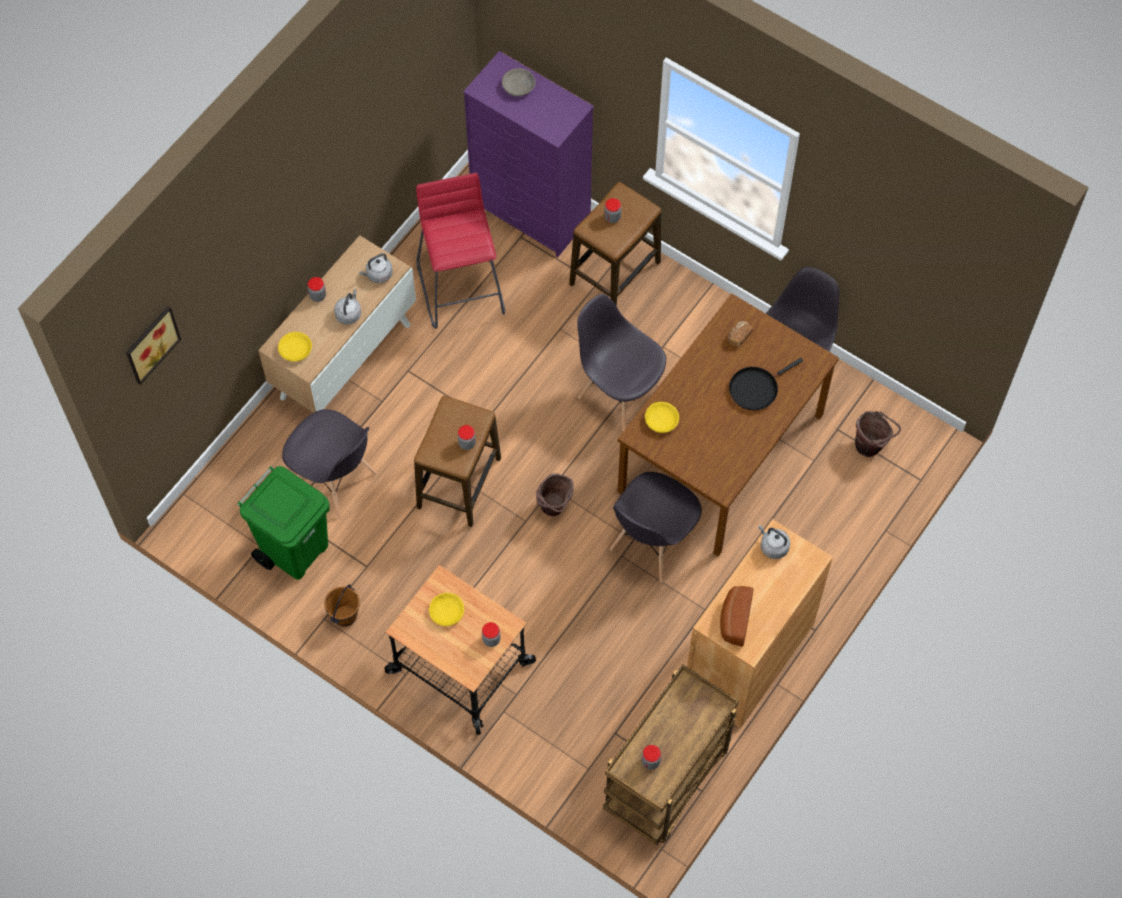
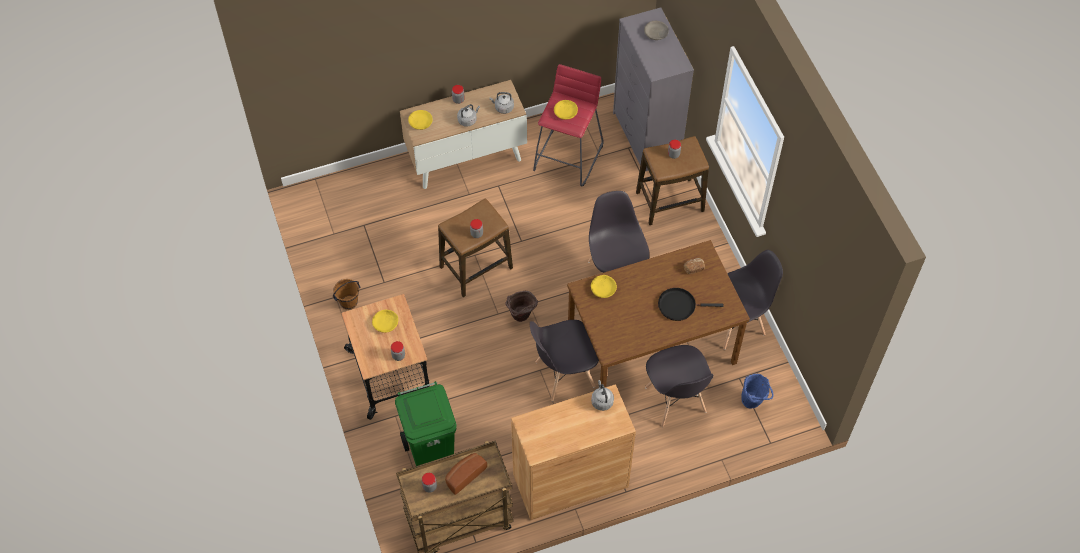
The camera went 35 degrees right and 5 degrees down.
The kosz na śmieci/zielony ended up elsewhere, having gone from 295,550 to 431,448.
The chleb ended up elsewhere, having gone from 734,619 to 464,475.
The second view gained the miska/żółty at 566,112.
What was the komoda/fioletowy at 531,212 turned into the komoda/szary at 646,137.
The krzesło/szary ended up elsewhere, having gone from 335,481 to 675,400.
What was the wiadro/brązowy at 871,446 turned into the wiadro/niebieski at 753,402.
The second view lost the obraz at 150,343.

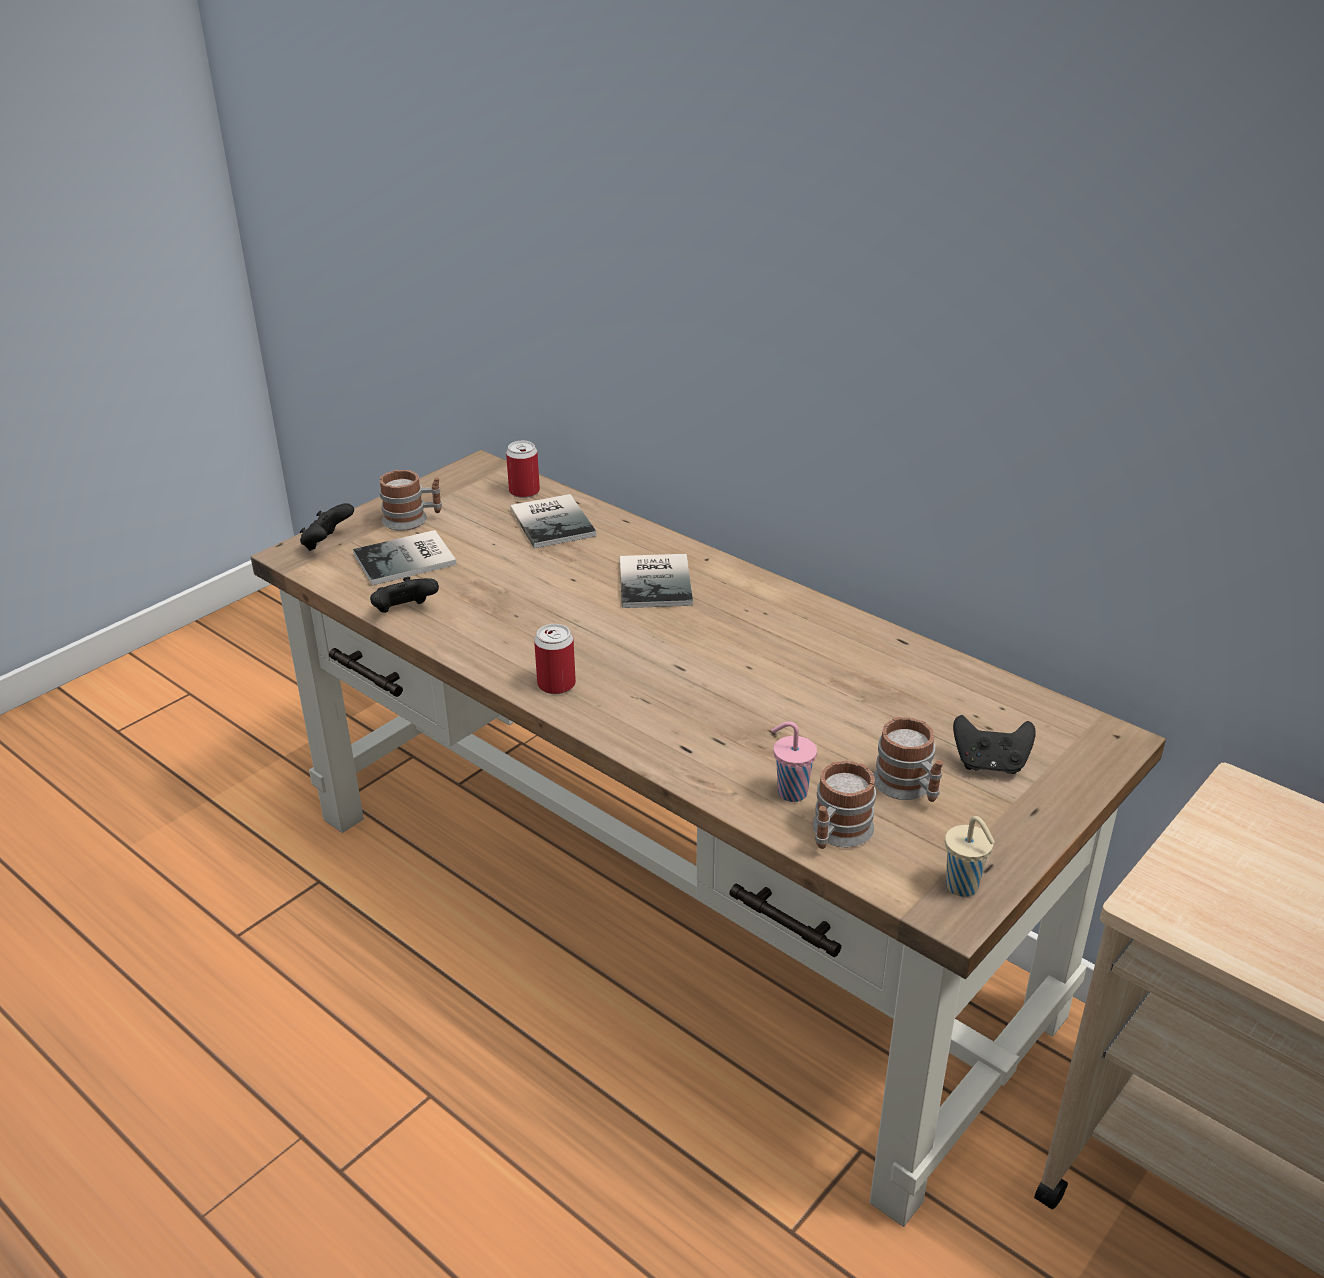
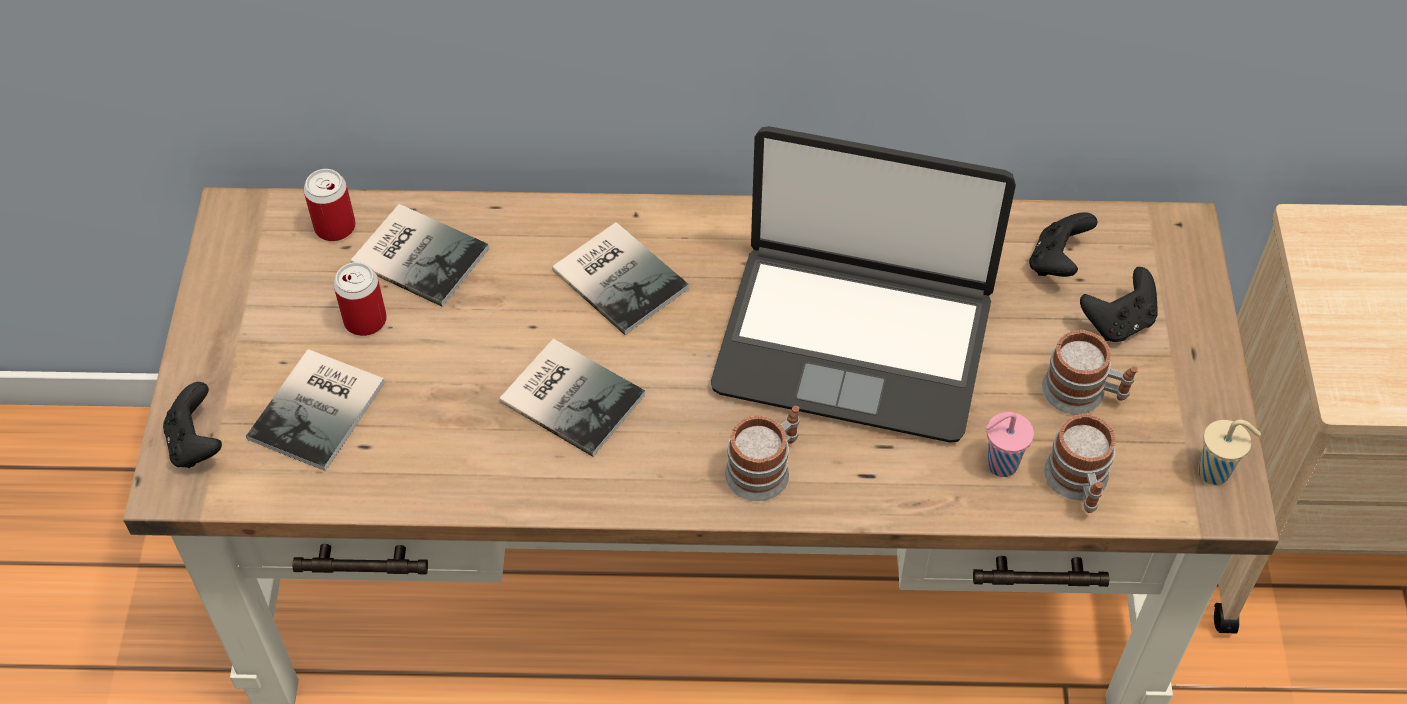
The camera went 40 degrees left and 20 degrees up.
The puszka ended up elsewhere, having gone from 556,684 to 365,320.
The second view gained the książka at 572,394.
The second view gained the laptop at 853,341.
The kubek ended up elsewhere, having gone from 412,520 to 765,468.
The pad do gier/czarny ended up elsewhere, having gone from 404,612 to 1057,262.

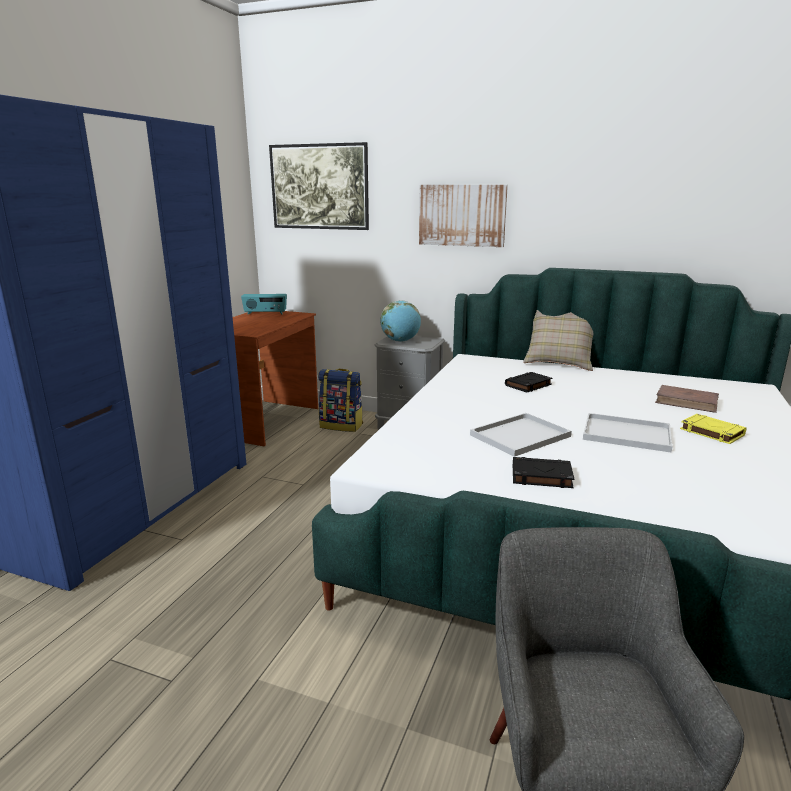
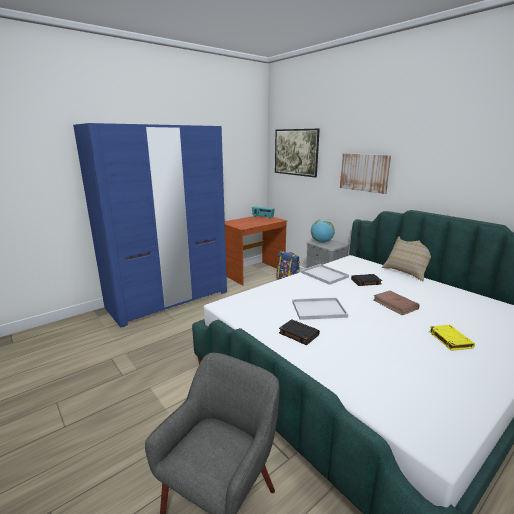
The camera went 30 degrees right and 0 degrees up.
The taca/biały ended up elsewhere, having gone from 628,434 to 325,275.
The książka/brązowy ended up elsewhere, having gone from 687,402 to 395,304.

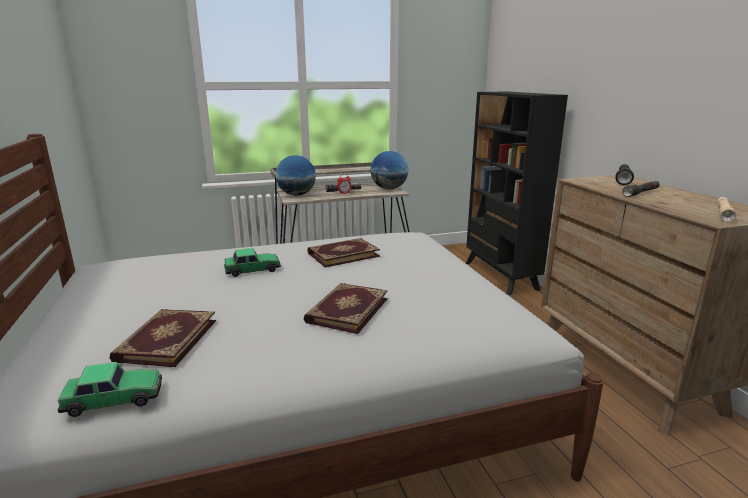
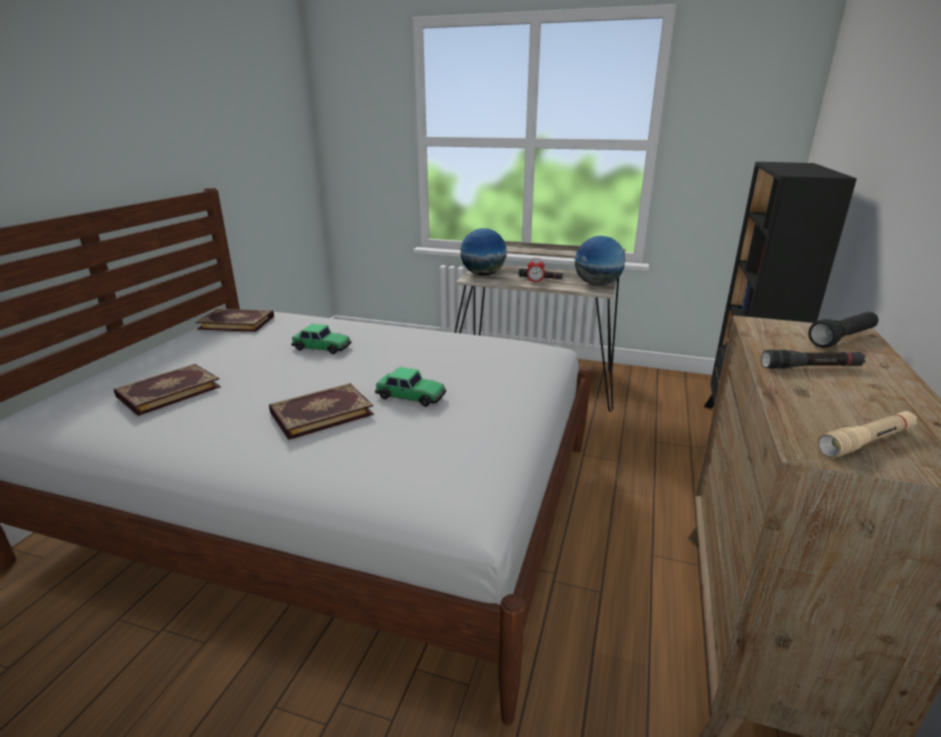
The camera went 35 degrees right and 5 degrees up.
The książka ended up elsewhere, having gone from 343,254 to 237,322.
The samochodzik ended up elsewhere, having gone from 114,399 to 411,396.

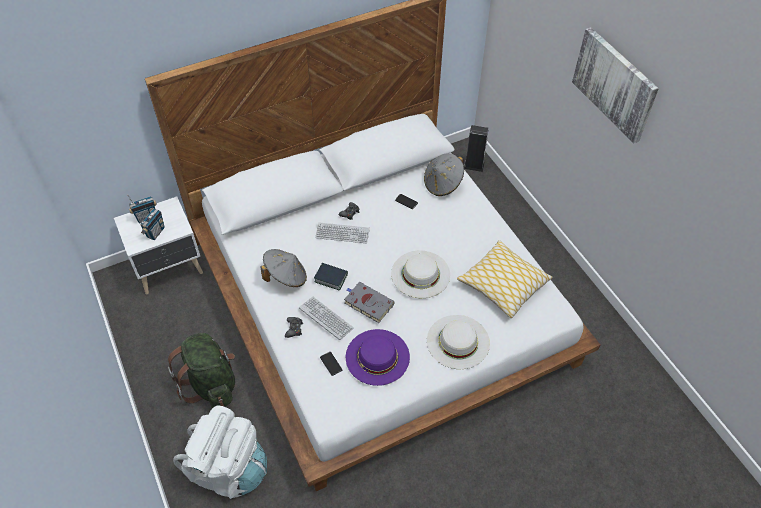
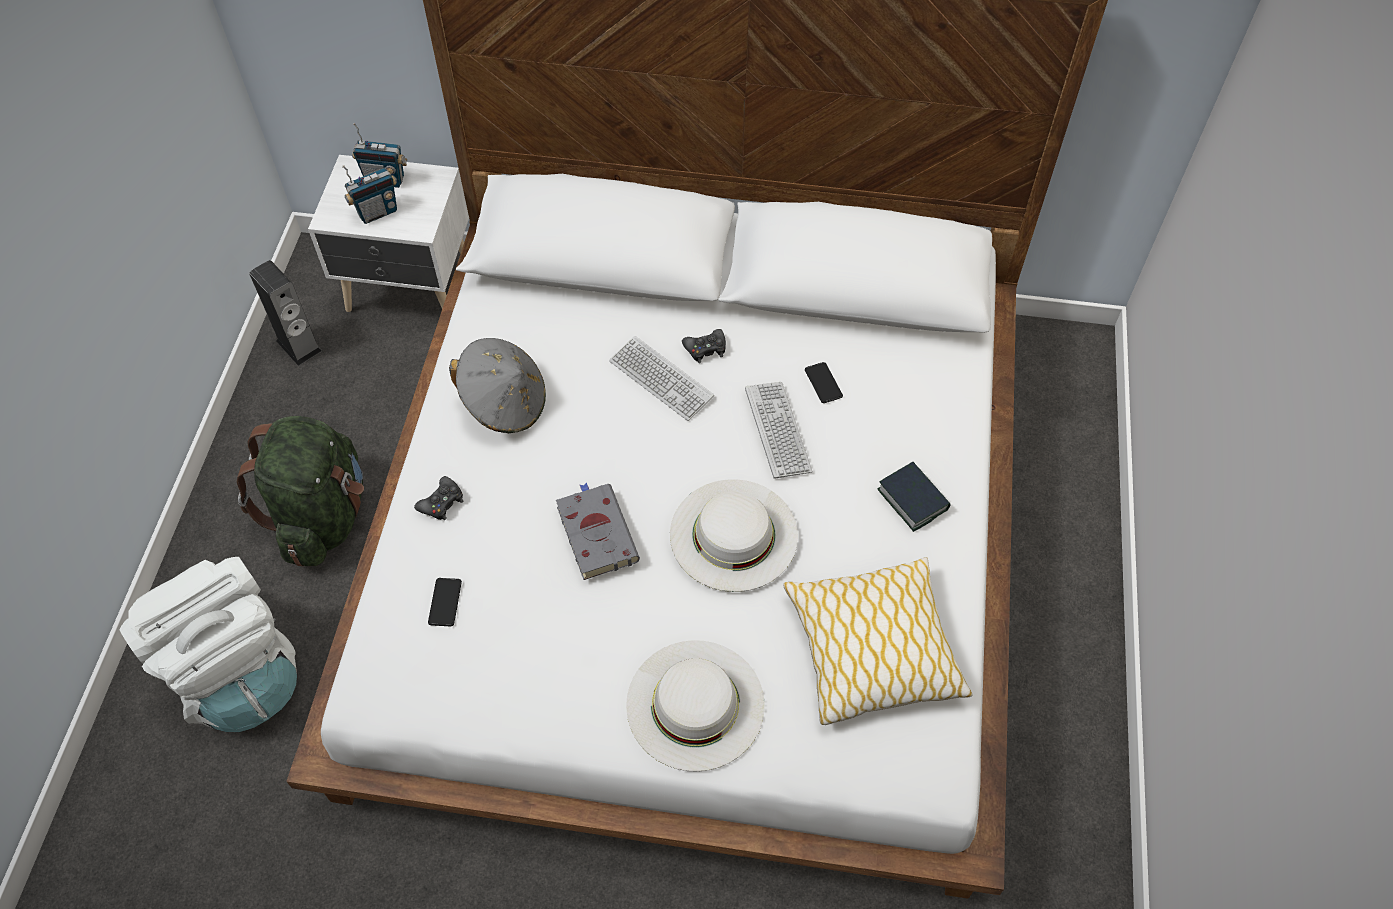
The camera went 35 degrees right and 5 degrees up.
The głośnik ended up elsewhere, having gone from 474,165 to 299,345.
The klawiatura ended up elsewhere, having gone from 326,318 to 778,430.
The książka ended up elsewhere, having gone from 331,278 to 912,499.
The second view lost the kapelusz/fioletowy at 377,357.
The second view lost the kapelusz/szary at 443,184.
The second view lost the obraz at 615,84.

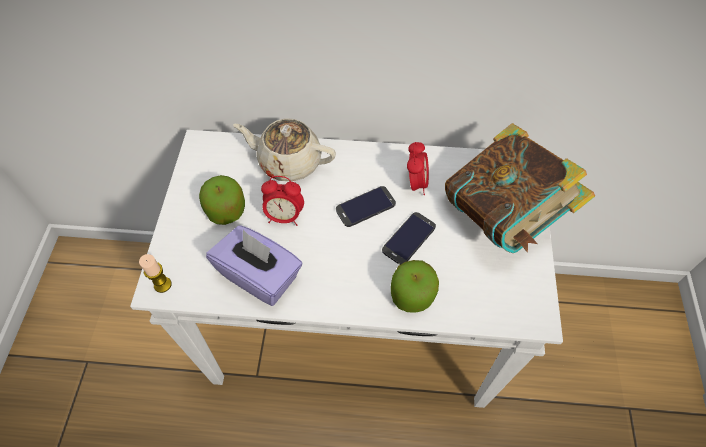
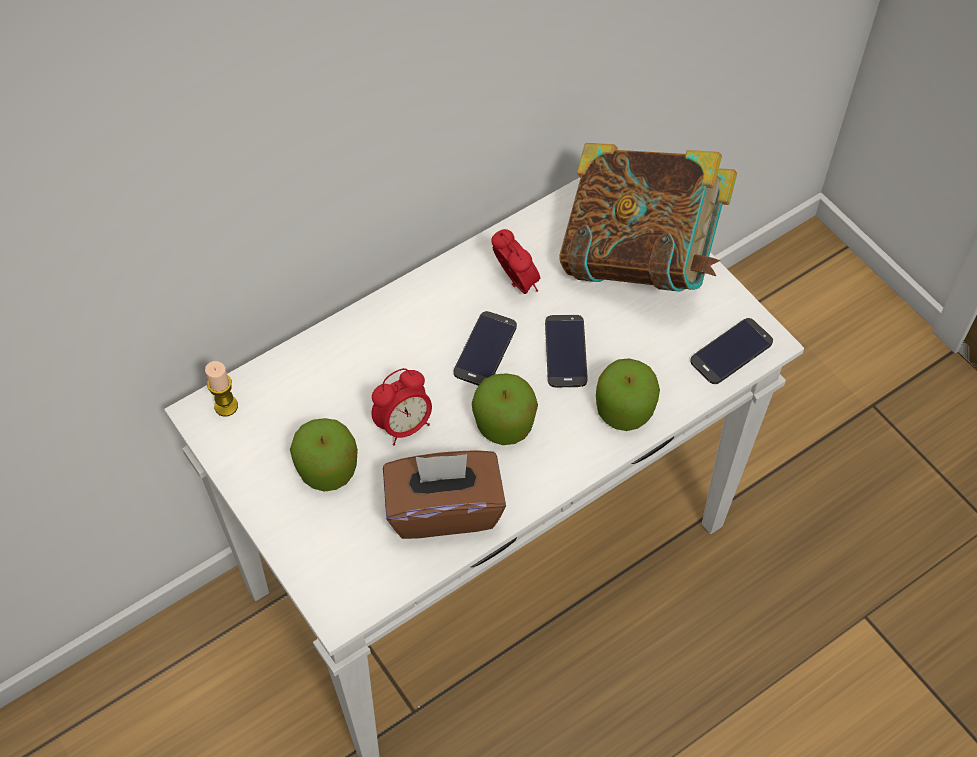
The camera went 40 degrees left and 0 degrees up.
The świeca ended up elsewhere, having gone from 162,284 to 226,406.
What was the pudełko chusteczek/fioletowy at 260,276 turned into the pudełko chusteczek/brązowy at 444,509.
The second view gained the jabłko at 504,423.
The second view gained the telefon at 731,351.
The second view lost the imbryk/beżowy at 288,162.

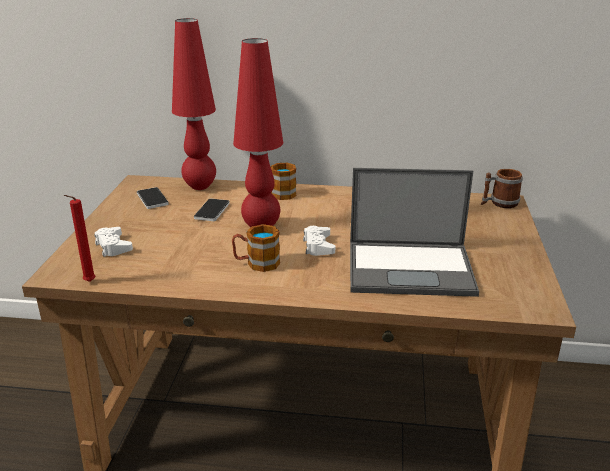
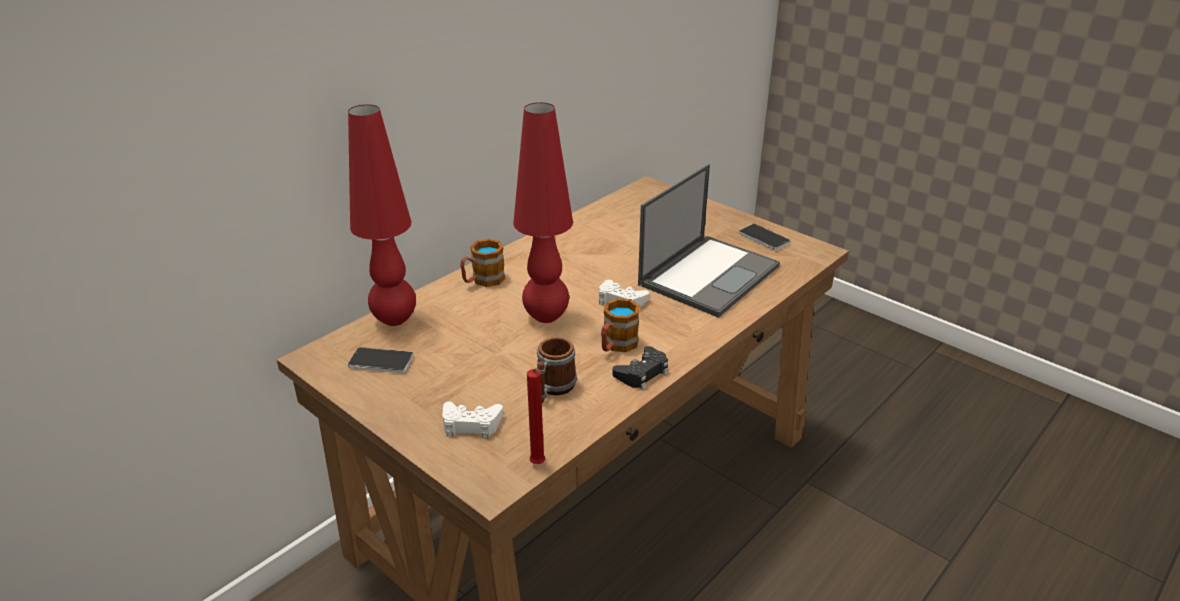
The camera went 55 degrees left and 5 degrees up.
The kubek ended up elsewhere, having gone from 499,203 to 553,389.
The second view gained the pad do gier/czarny at 642,373.
The telefon ended up elsewhere, having gone from 212,211 to 764,238.

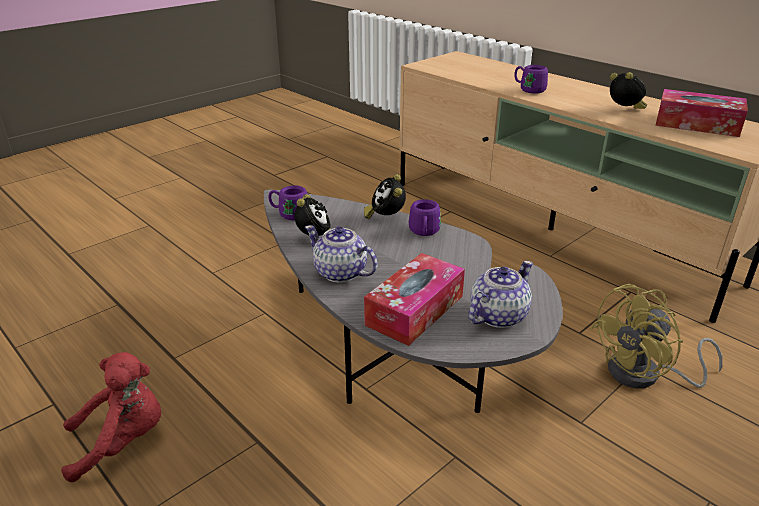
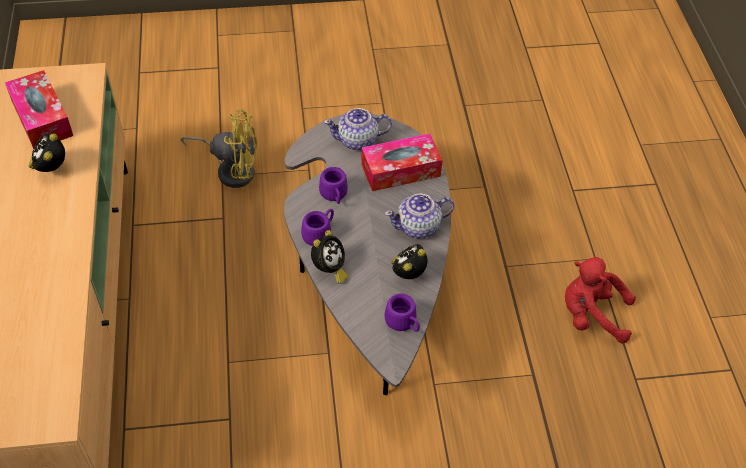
The camera went 145 degrees left and 20 degrees up.
The kubek/fioletowy ended up elsewhere, having gone from 528,90 to 334,196.
The imbryk at 340,273 ended up facing another way, 90 degrees clockwise from before.

